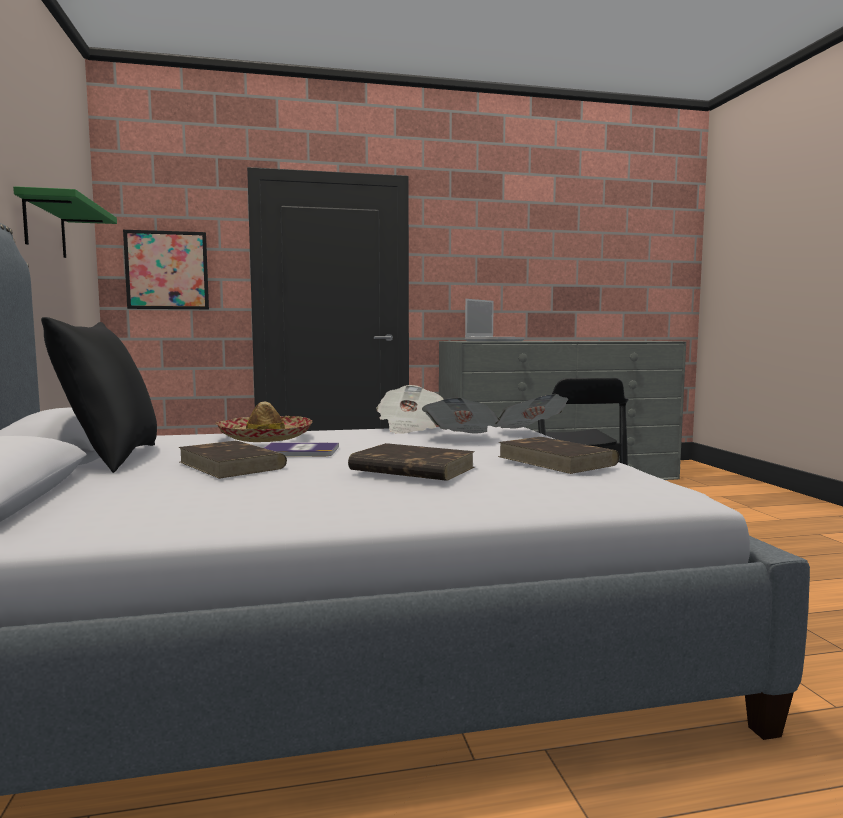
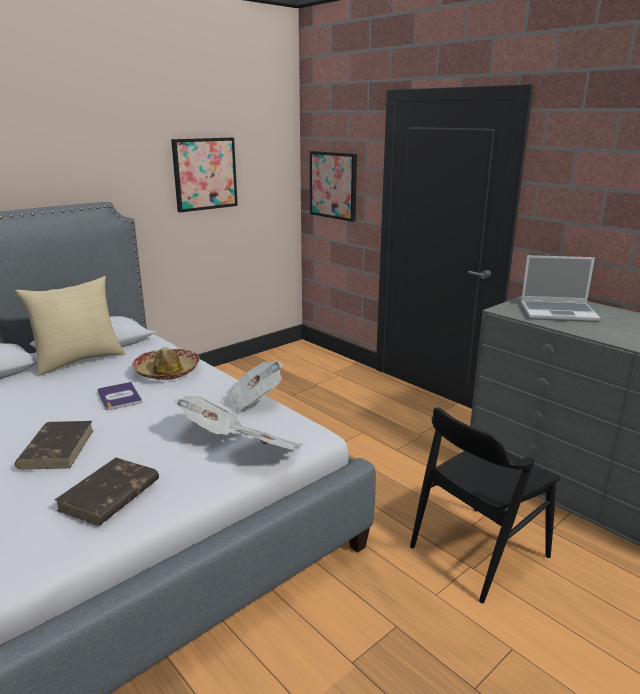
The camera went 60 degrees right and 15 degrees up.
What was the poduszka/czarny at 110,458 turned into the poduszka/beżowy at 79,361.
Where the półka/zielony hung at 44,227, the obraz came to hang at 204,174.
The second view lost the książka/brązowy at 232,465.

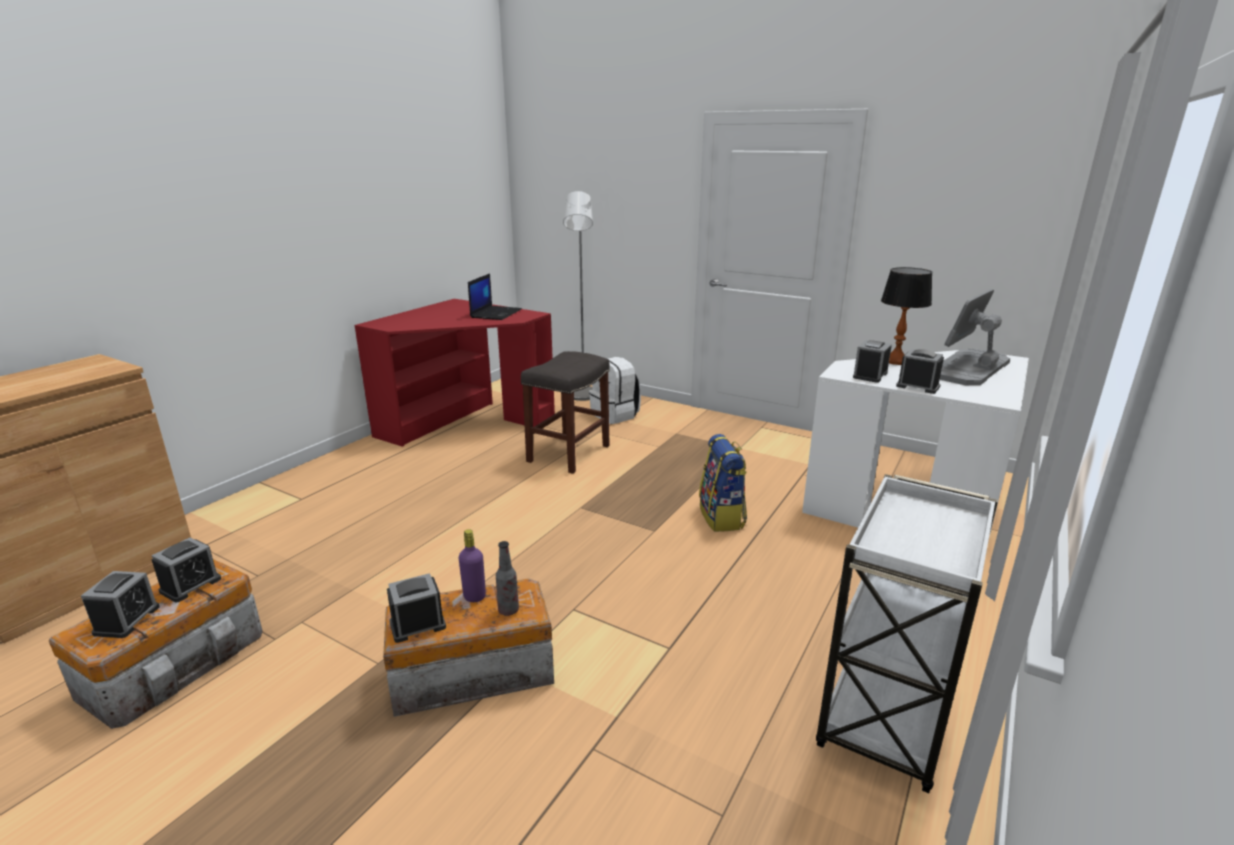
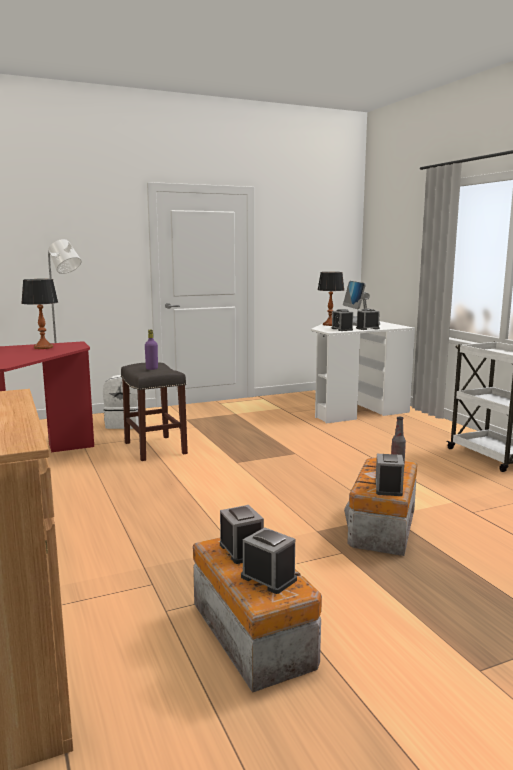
The camera went 55 degrees left and 10 degrees down.
Where the laptop stood at 496,313, the lampa stołowa came to stand at 43,347.
The butelka/fioletowy ended up elsewhere, having gone from 474,596 to 152,369.
The second view lost the plecak at 722,517.

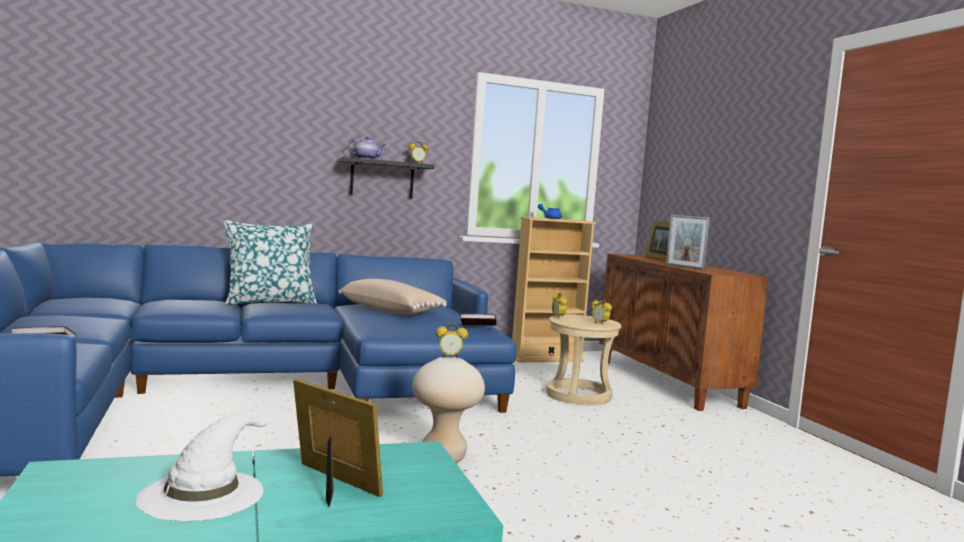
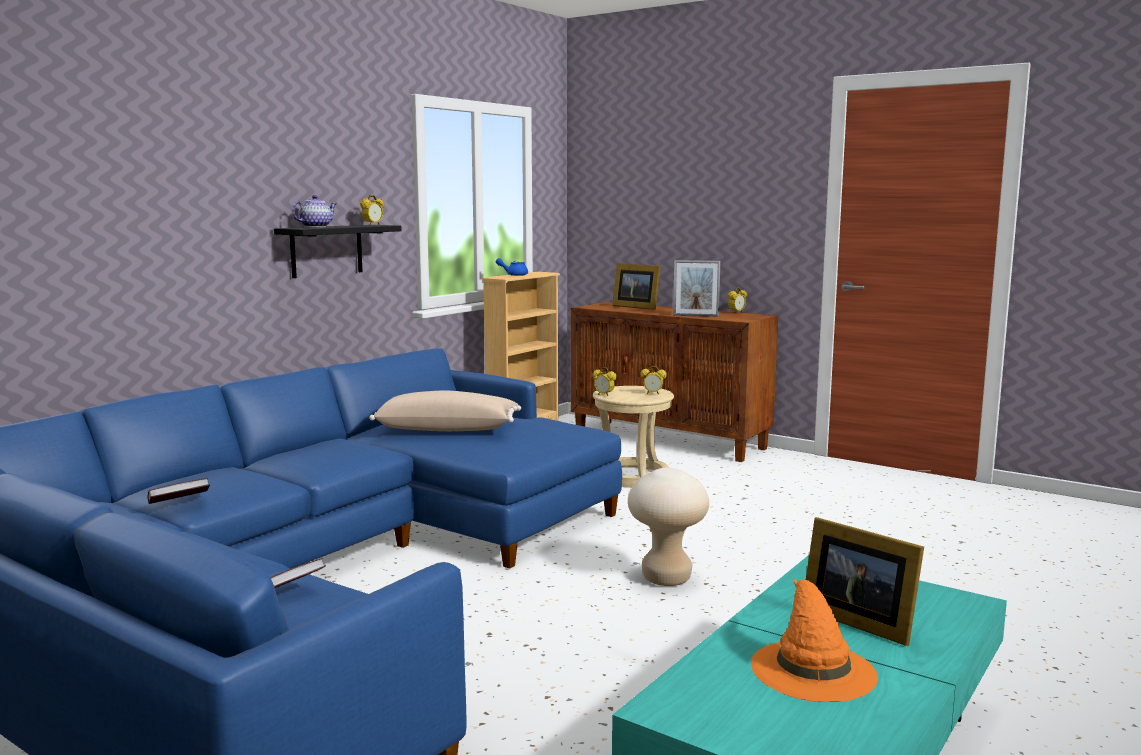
The camera went 35 degrees left and 5 degrees up.
The książka ended up elsewhere, having gone from 478,327 to 179,503.
The budzik ended up elsewhere, having gone from 450,357 to 736,312.
What was the kapelusz/biały at 203,493 turned into the kapelusz/pomarańczowy at 812,668.
The ramka na zdjęcie at 332,484 ended up facing another way, 135 degrees counterclockwise from before.
The second view lost the poduszka at 269,302.

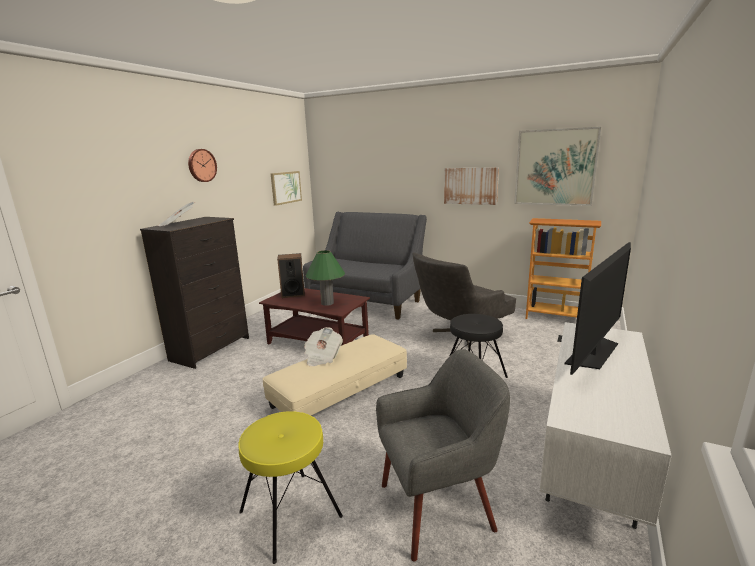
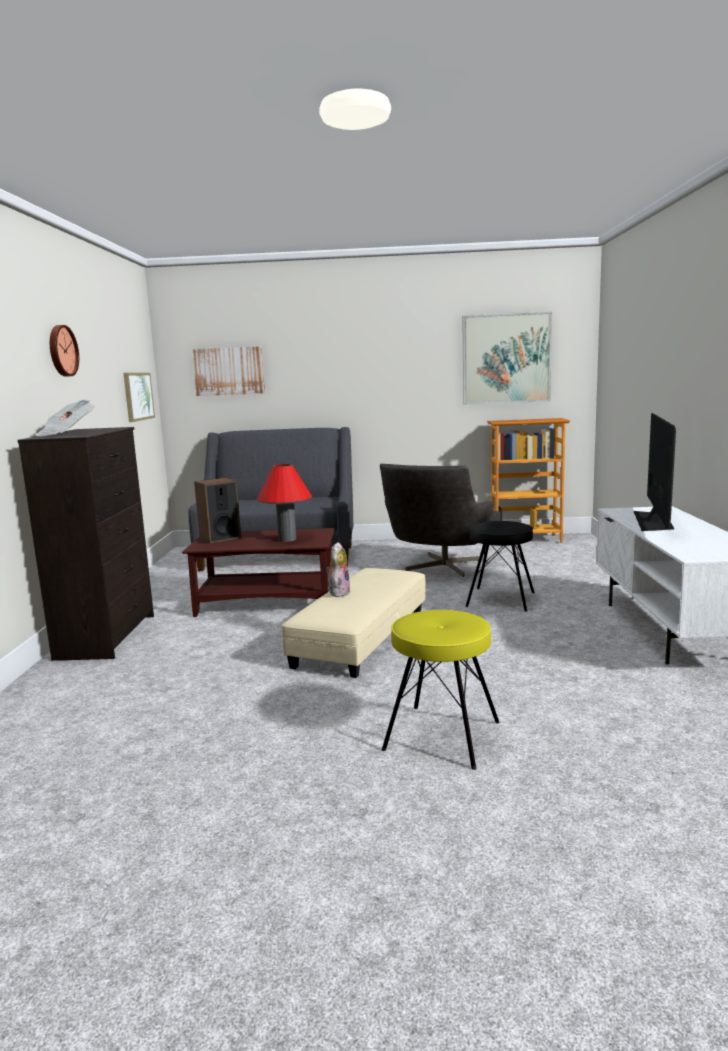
The camera went 25 degrees left and 5 degrees down.
The obraz ended up elsewhere, having gone from 470,186 to 229,371.
What was the lampa stołowa/zielony at 327,303 turned into the lampa stołowa/czerwony at 287,539.
Where the gazeta stood at 322,357, the pluszak came to stand at 338,592.
The second view lost the fotel/szary at 438,507.

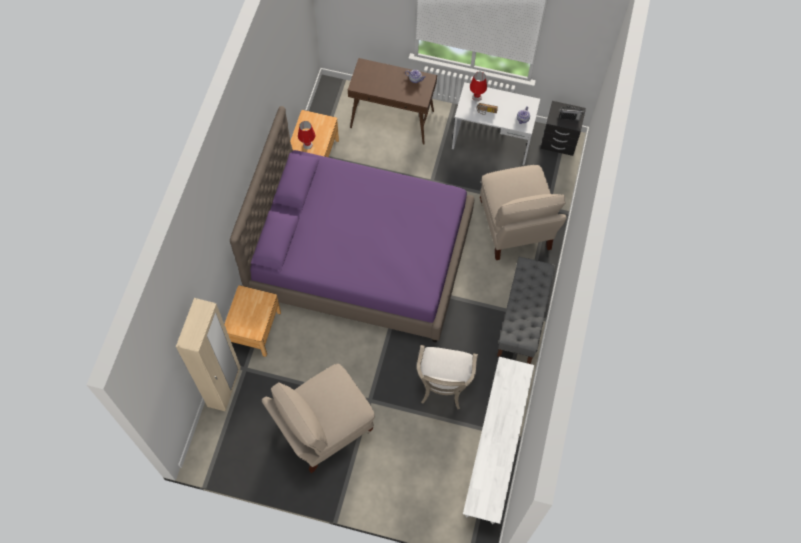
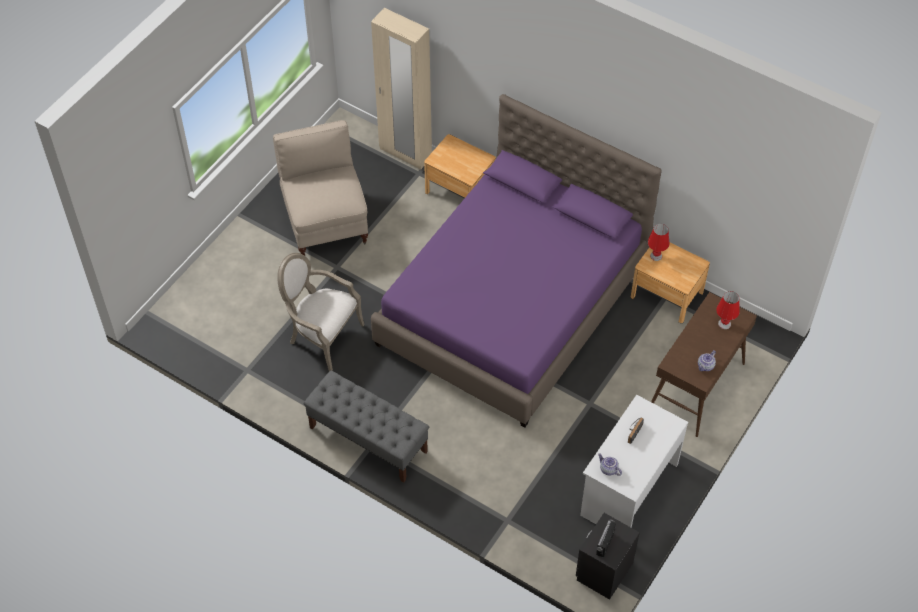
The camera went 110 degrees right and 10 degrees down.
The lampa stołowa/czerwony ended up elsewhere, having gone from 477,97 to 724,324.
The second view lost the ławka/biały at 495,448.
The second view lost the krzesło/beżowy at 515,227.

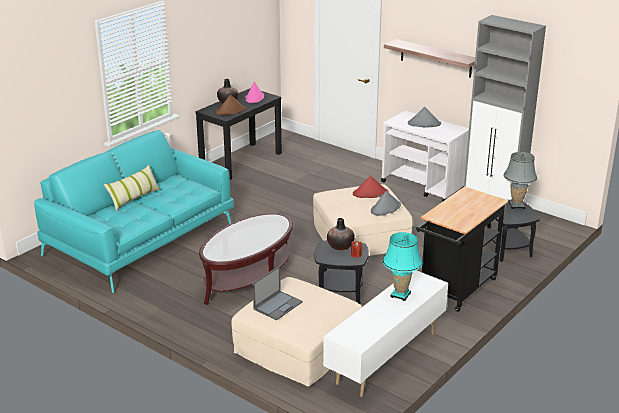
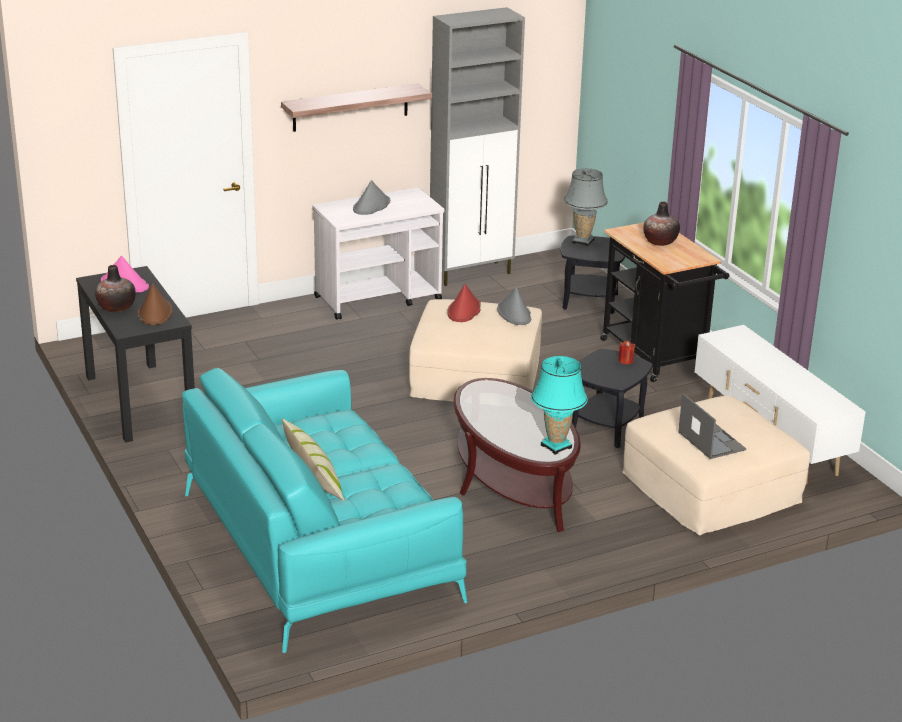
The camera went 65 degrees left and 0 degrees up.
The lampa stołowa/turkusowy ended up elsewhere, having gone from 400,295 to 556,446.
The wazon ended up elsewhere, having gone from 340,246 to 660,241.

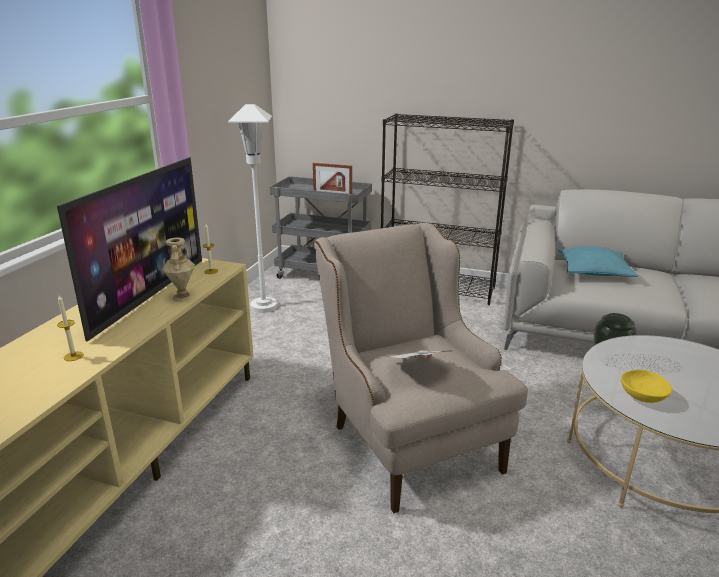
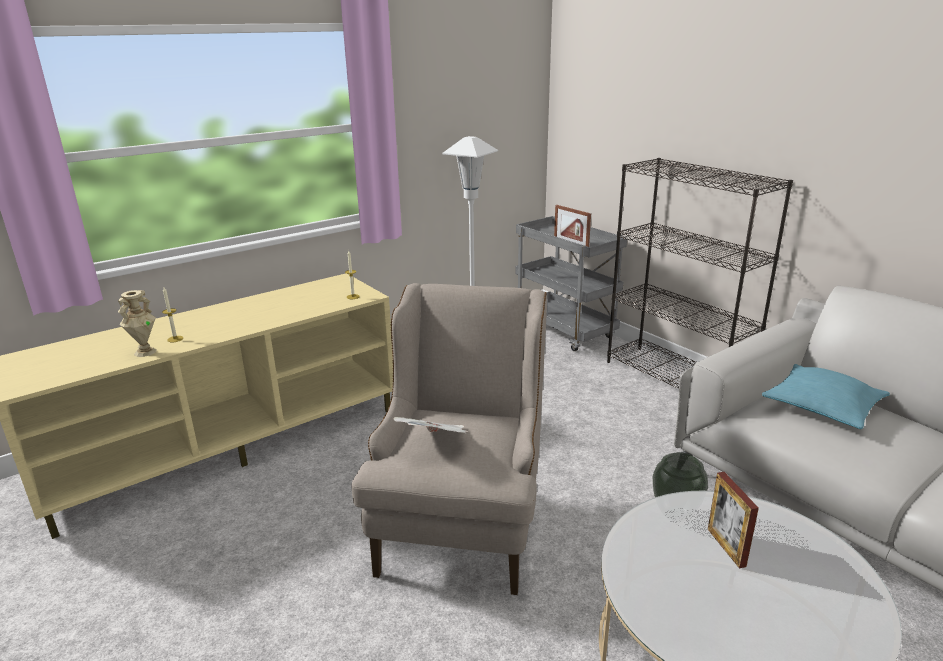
The camera went 35 degrees right and 0 degrees up.
The wazon/beżowy ended up elsewhere, having gone from 182,297 to 145,352.
The second view gained the ramka na zdjęcie at 726,547.
The second view lost the telewizor at 149,295.
The second view lost the miska/żółty at 642,396.

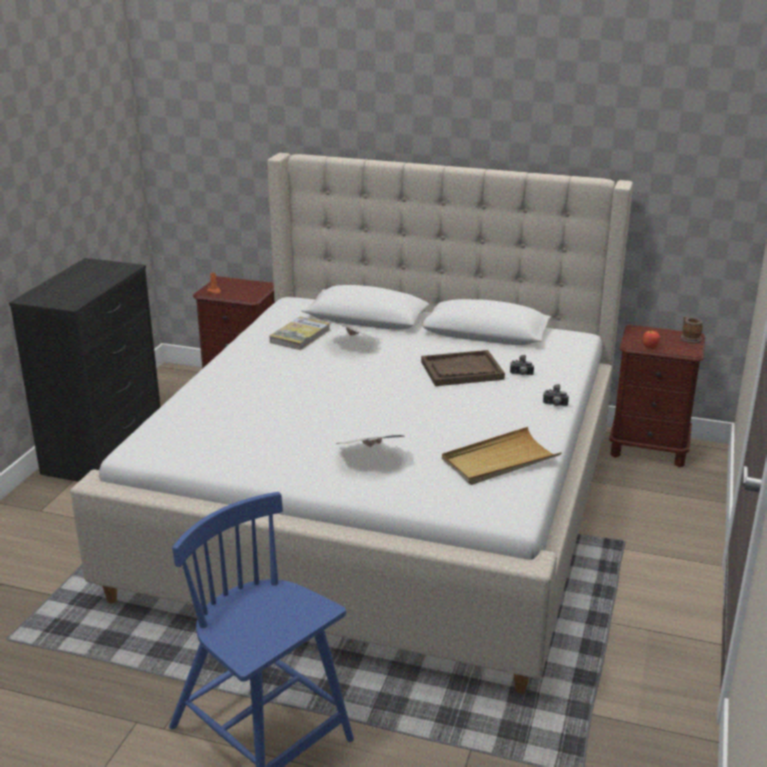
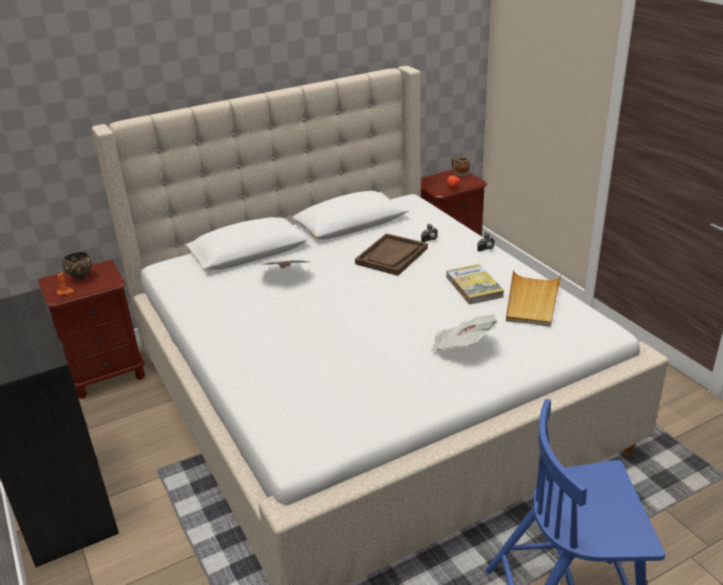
The camera went 45 degrees left and 5 degrees up.
The second view gained the miska/brązowy at 81,278.
The książka ended up elsewhere, having gone from 300,336 to 474,286.

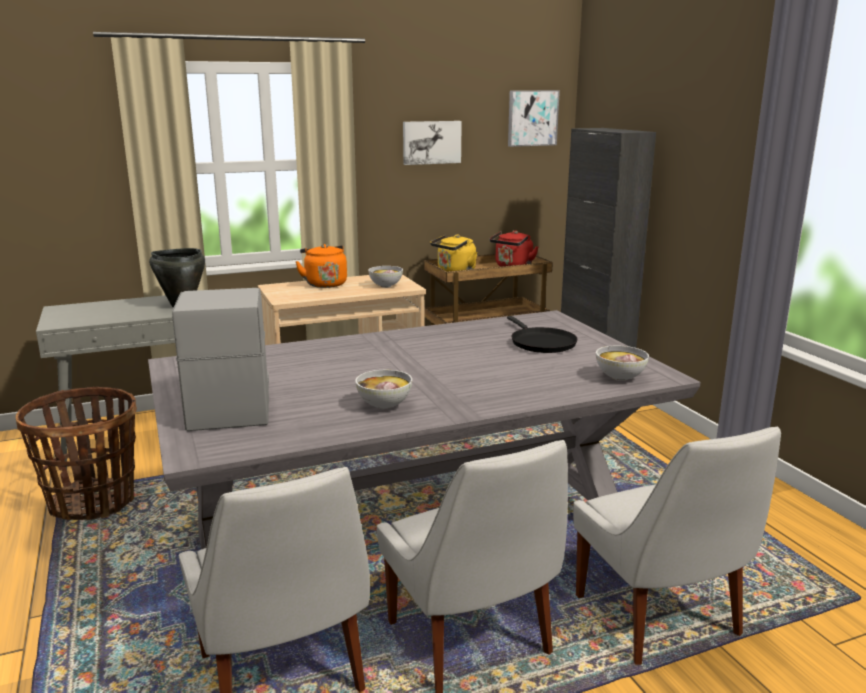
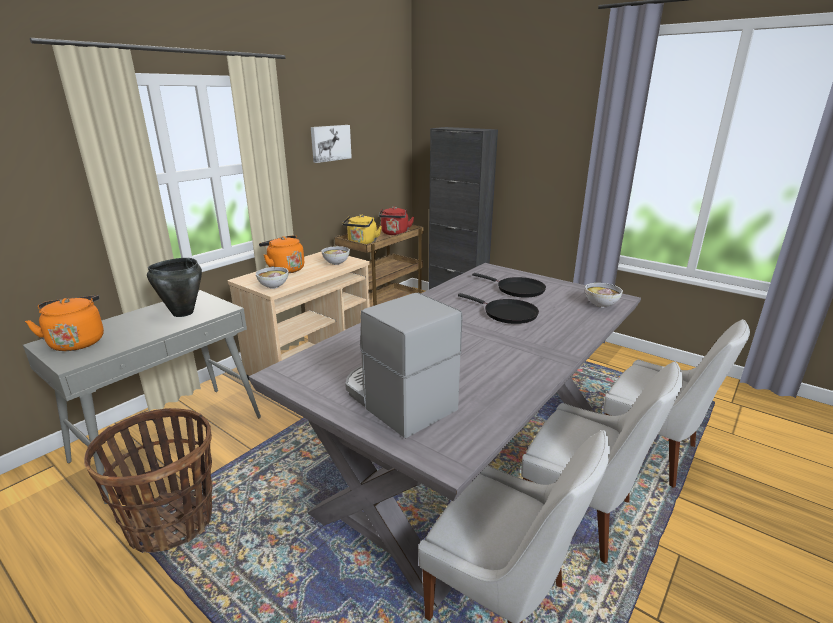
The camera went 30 degrees left and 5 degrees up.
The second view gained the czajnik/pomarańczowy at 77,341.
The miska ended up elsewhere, having gone from 384,405 to 273,286.
The second view gained the patelnia/czarny at 507,313.
The second view lost the obraz at 532,118.

